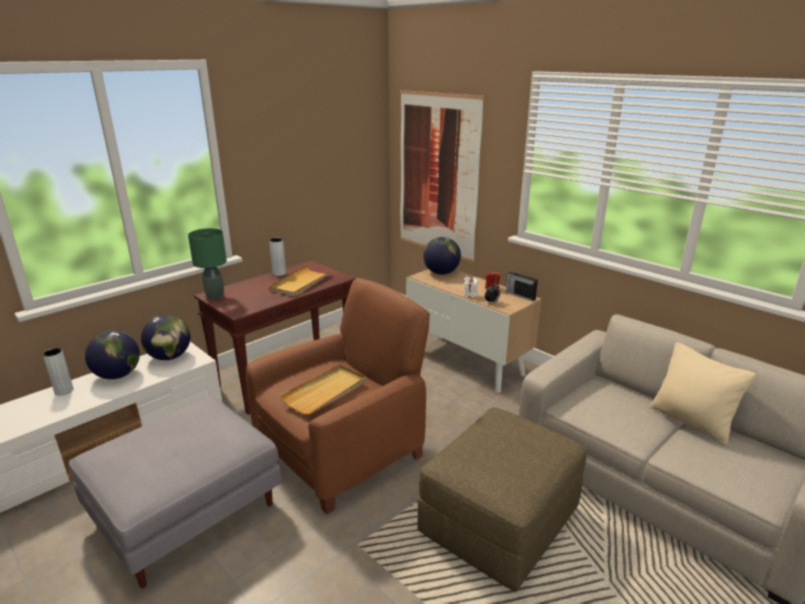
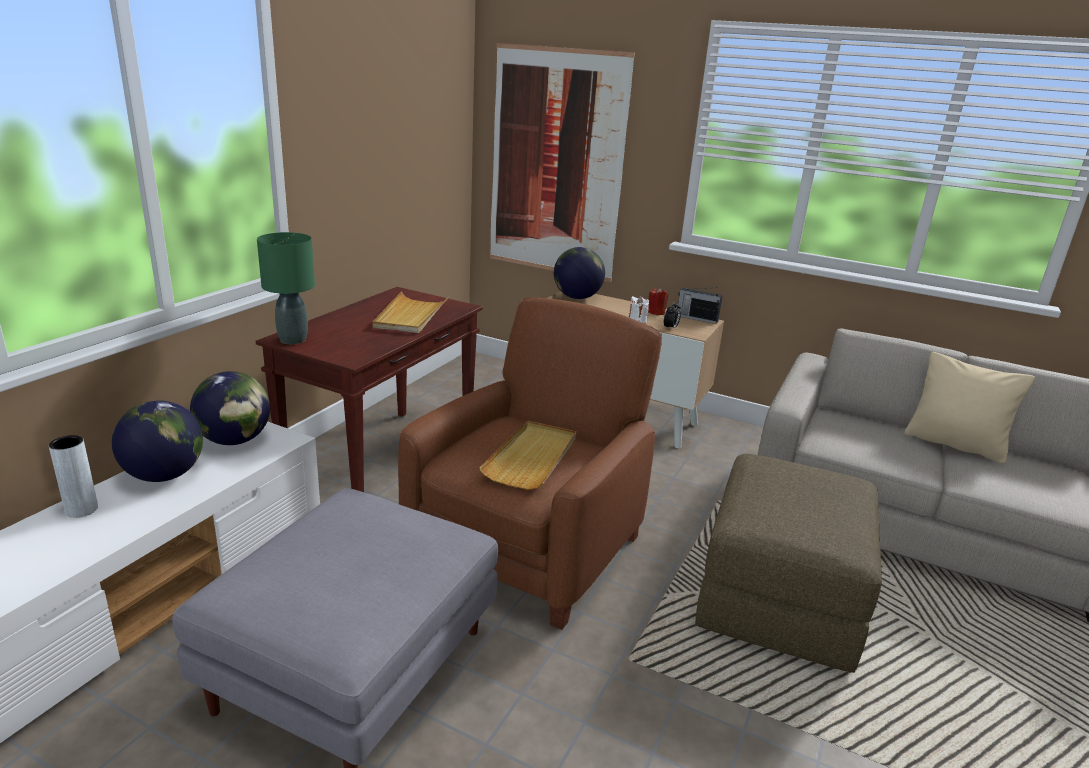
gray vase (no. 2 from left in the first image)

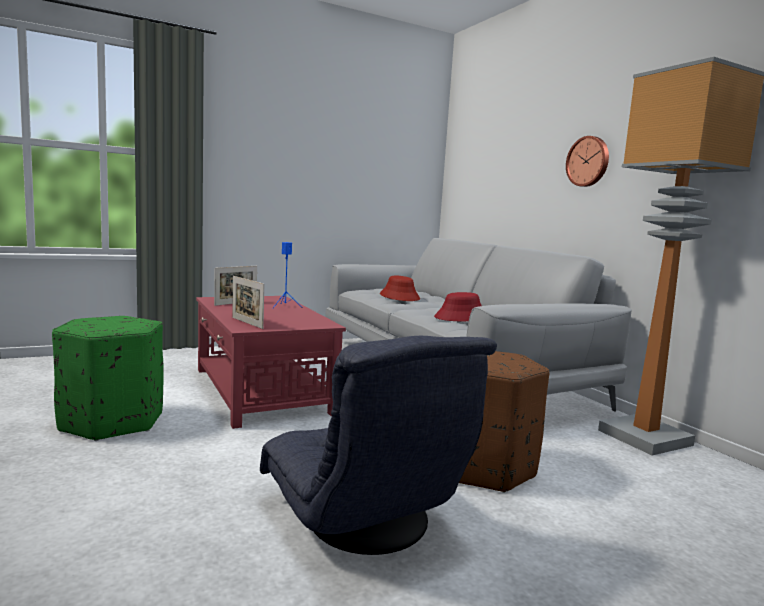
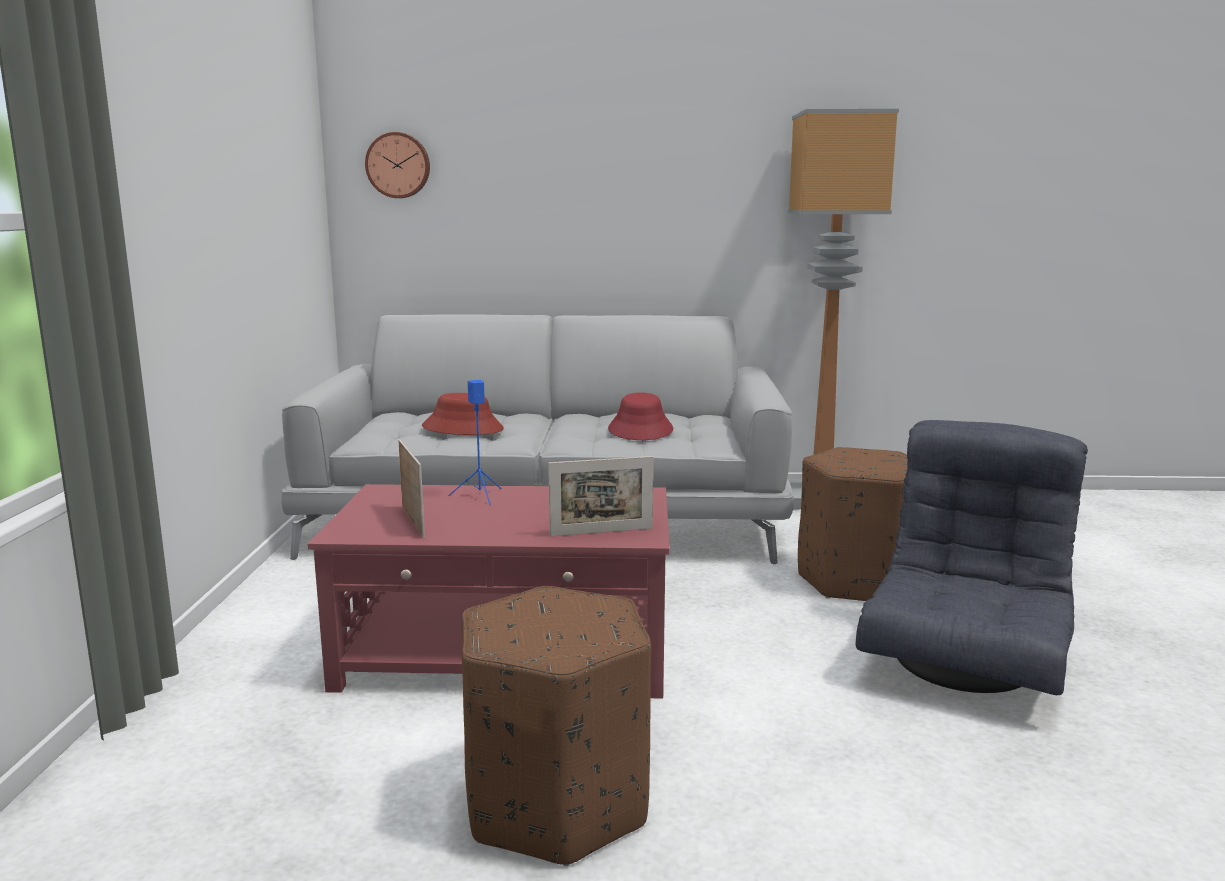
wall clock
brown footrest (no. 1 from left)
gray lounge chair

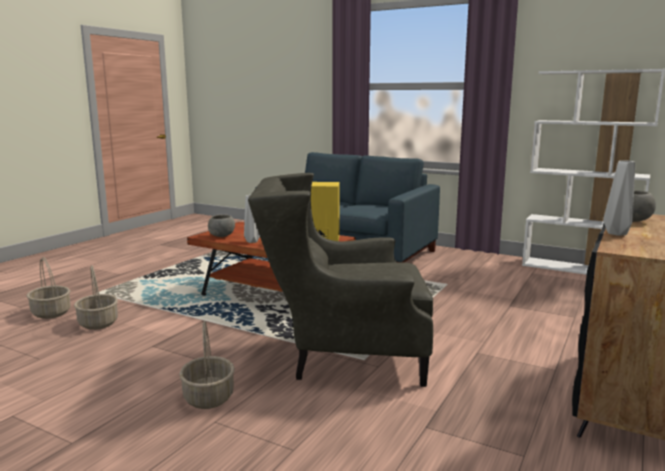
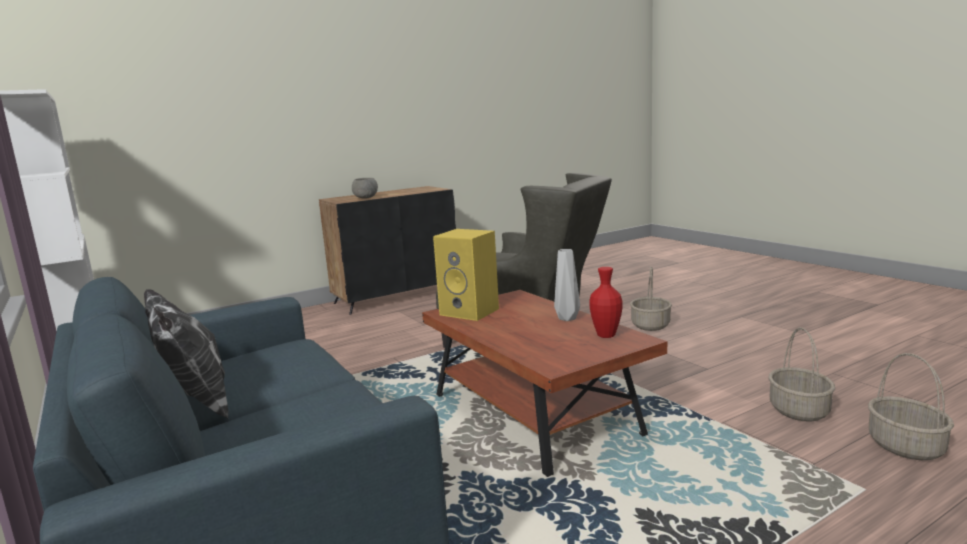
pillow
reddish vase
gray vase (no. 2 from left in the first image)

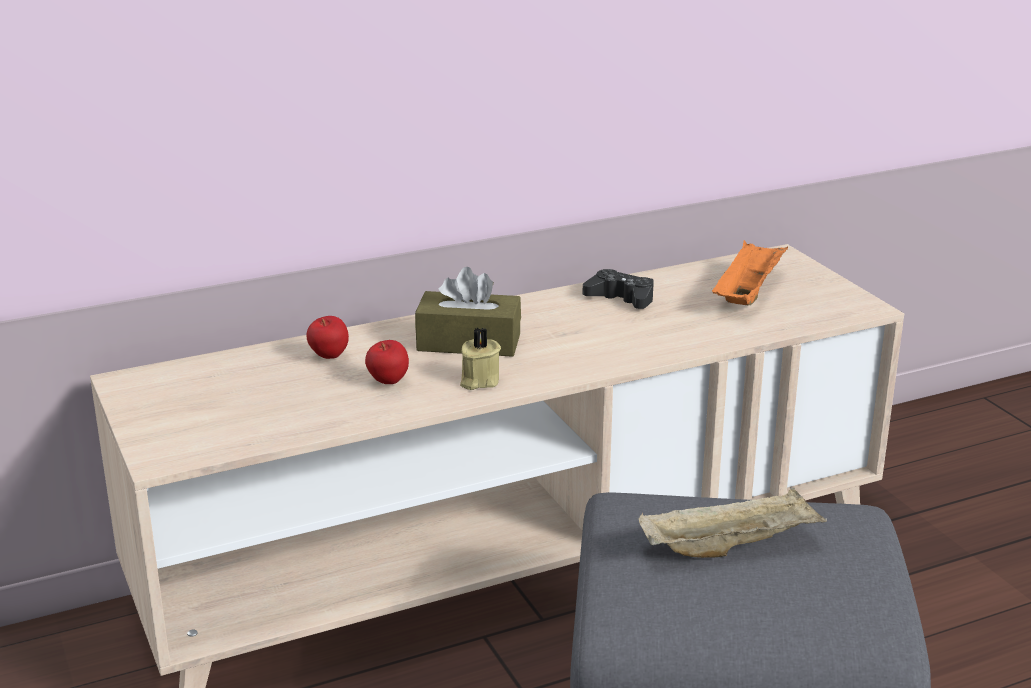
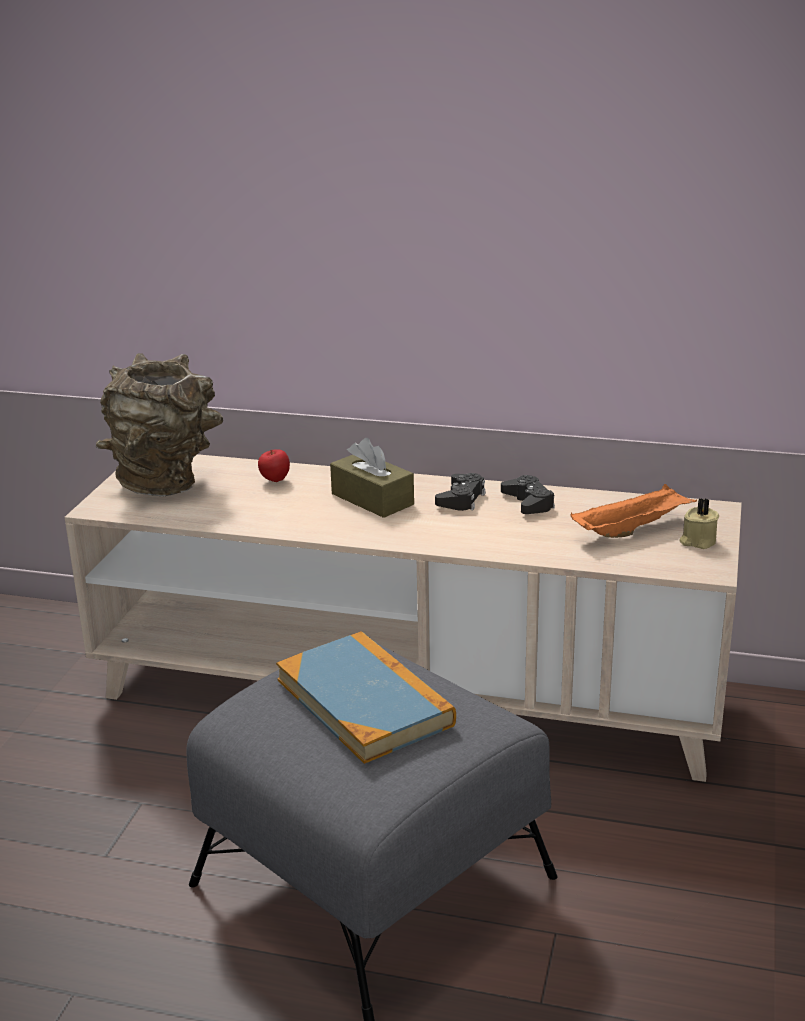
brown vase
bound book
blackish game controller (no. 1 from left)
beige candle
apple fruit (no. 2 from left in the first image)

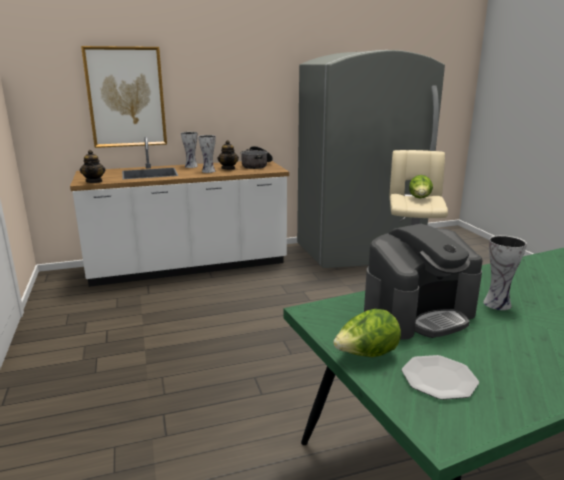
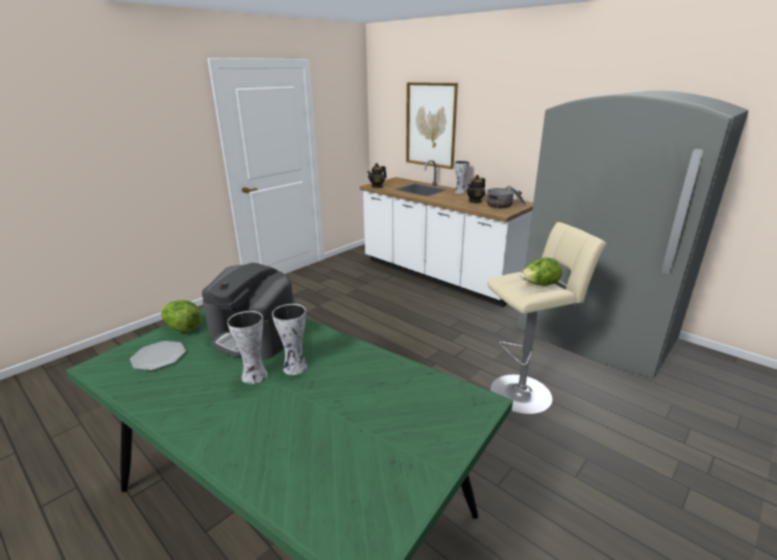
vase (no. 1 from left)

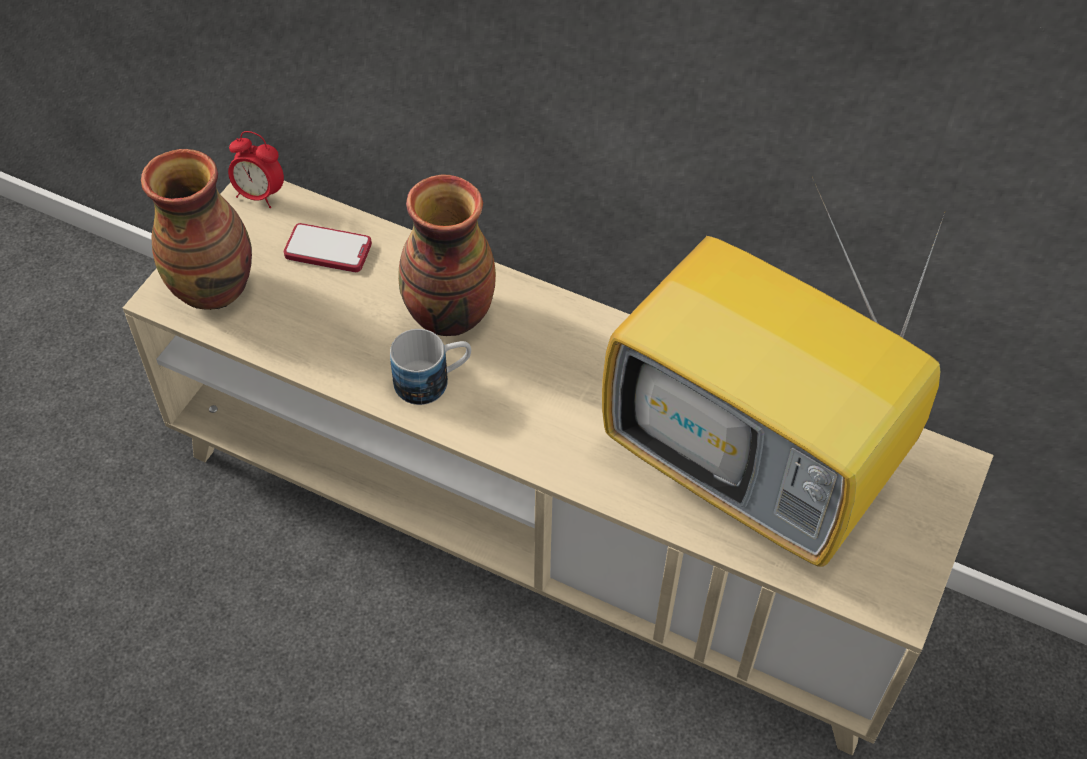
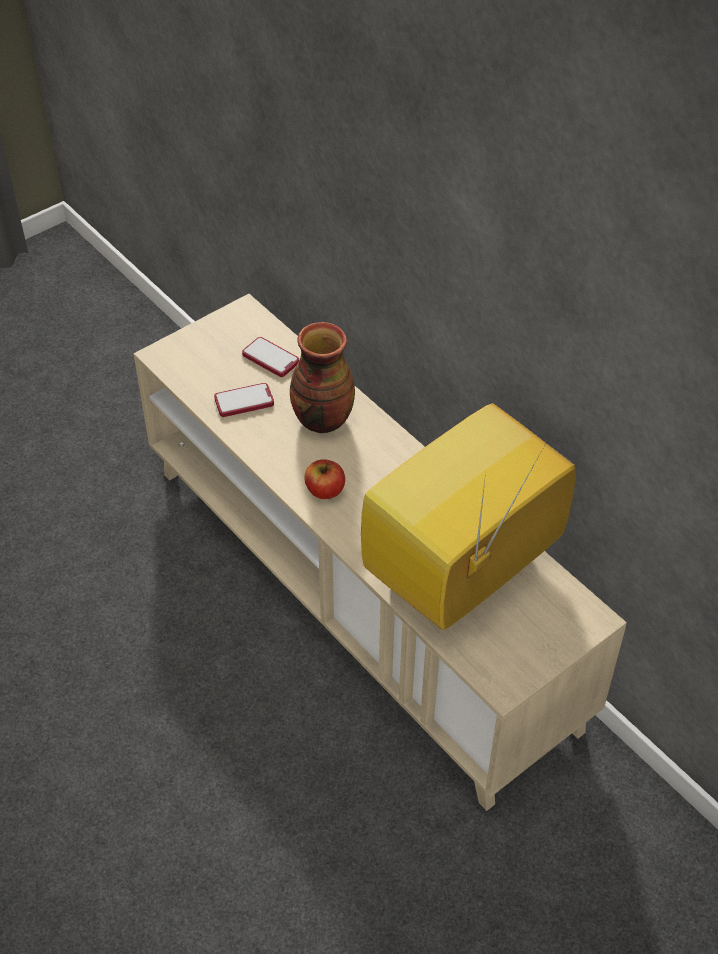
handset (no. 1 from left)
apple fruit
TV set
vase (no. 1 from left in the first image)
bedside clock
mug

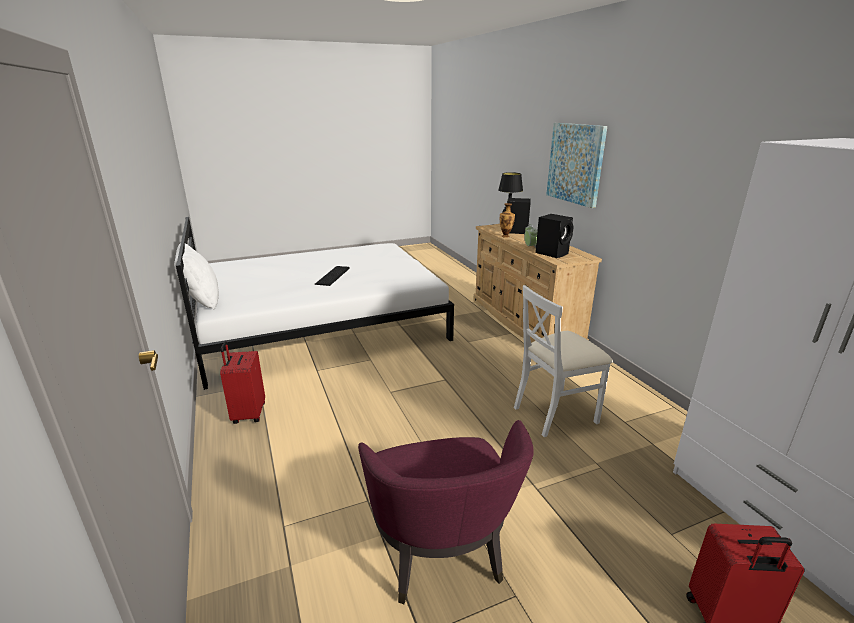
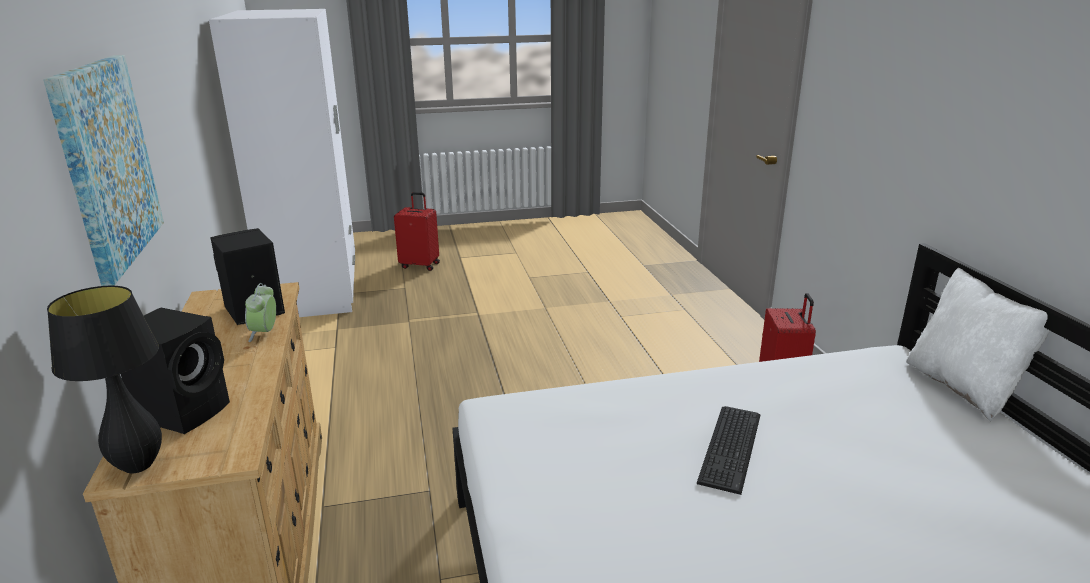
purple-coloured lounge chair
vase
white plain chair

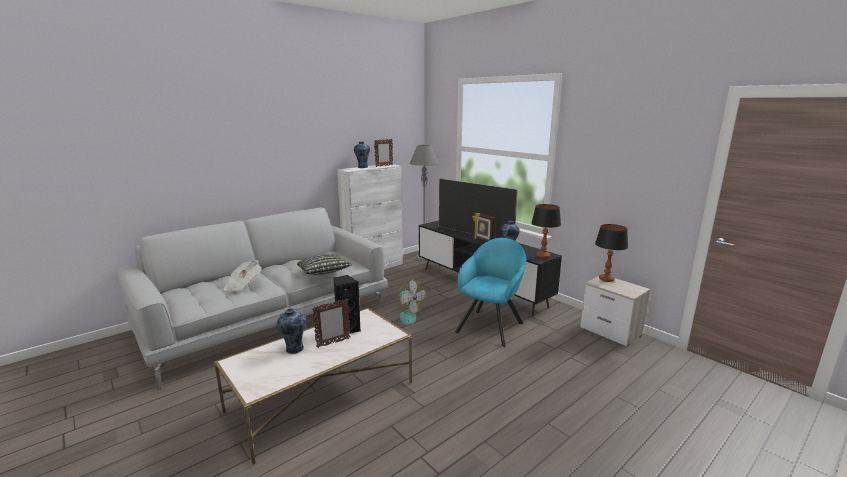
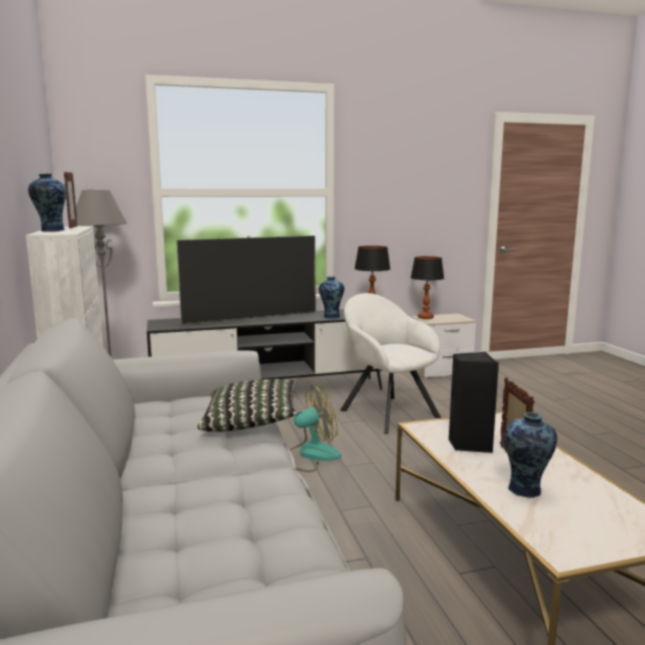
white lounge chair
printed paper
picture frame (no. 3 from left in the first image)

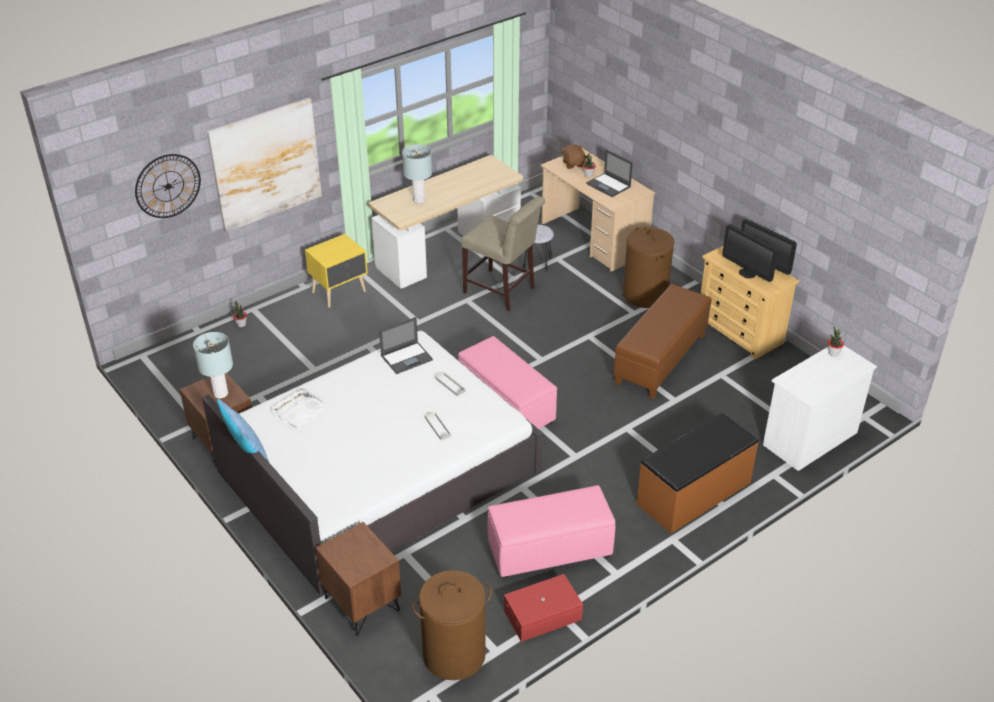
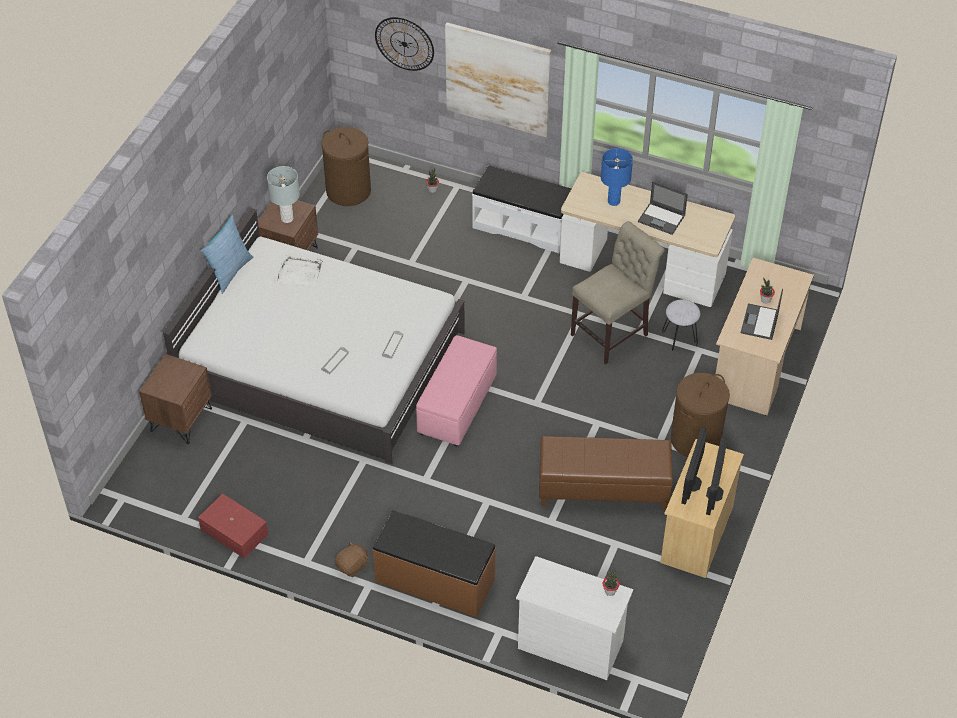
brown washing basket (no. 1 from left)
brown cuddly toy
white indoor bench
beige plain chair
blue tabletop lamp
notebook computer (no. 1 from left)
pinkish footrest (no. 2 from left in the first image)

